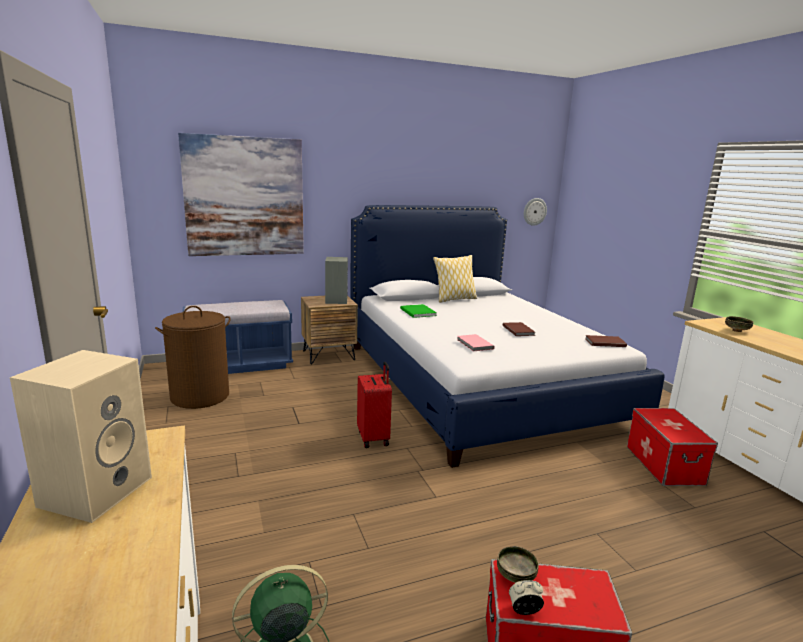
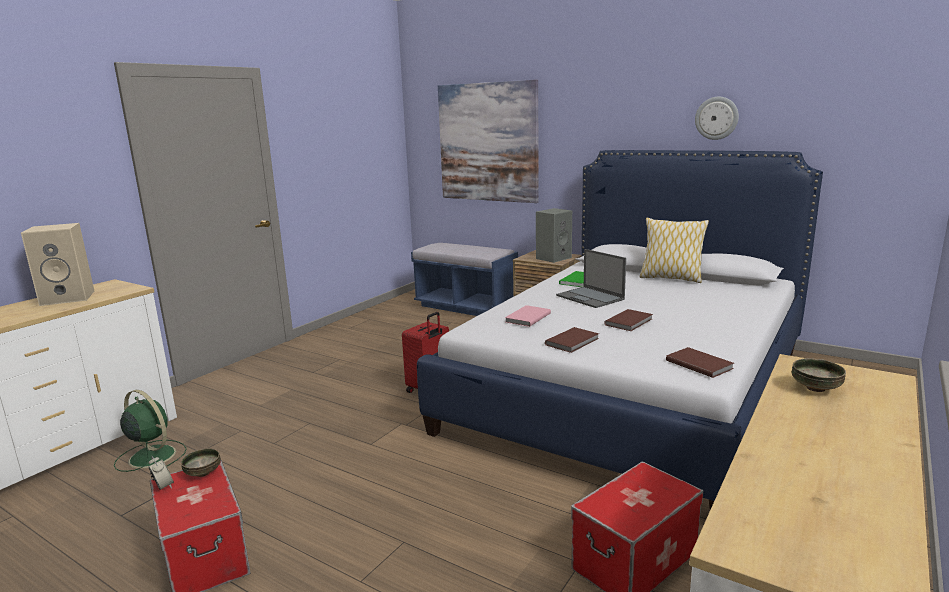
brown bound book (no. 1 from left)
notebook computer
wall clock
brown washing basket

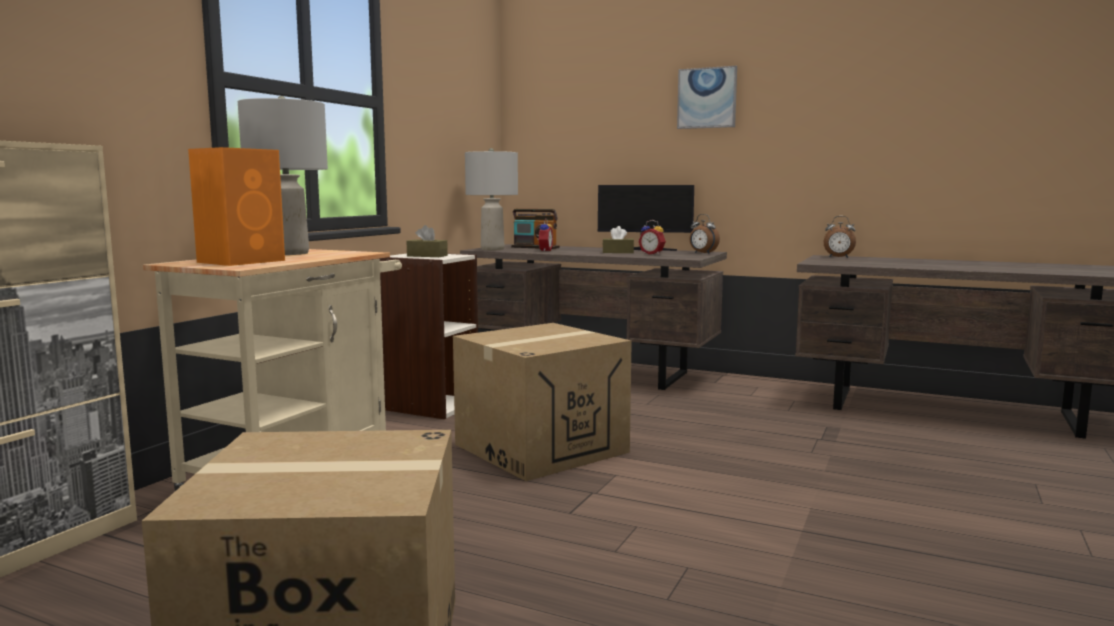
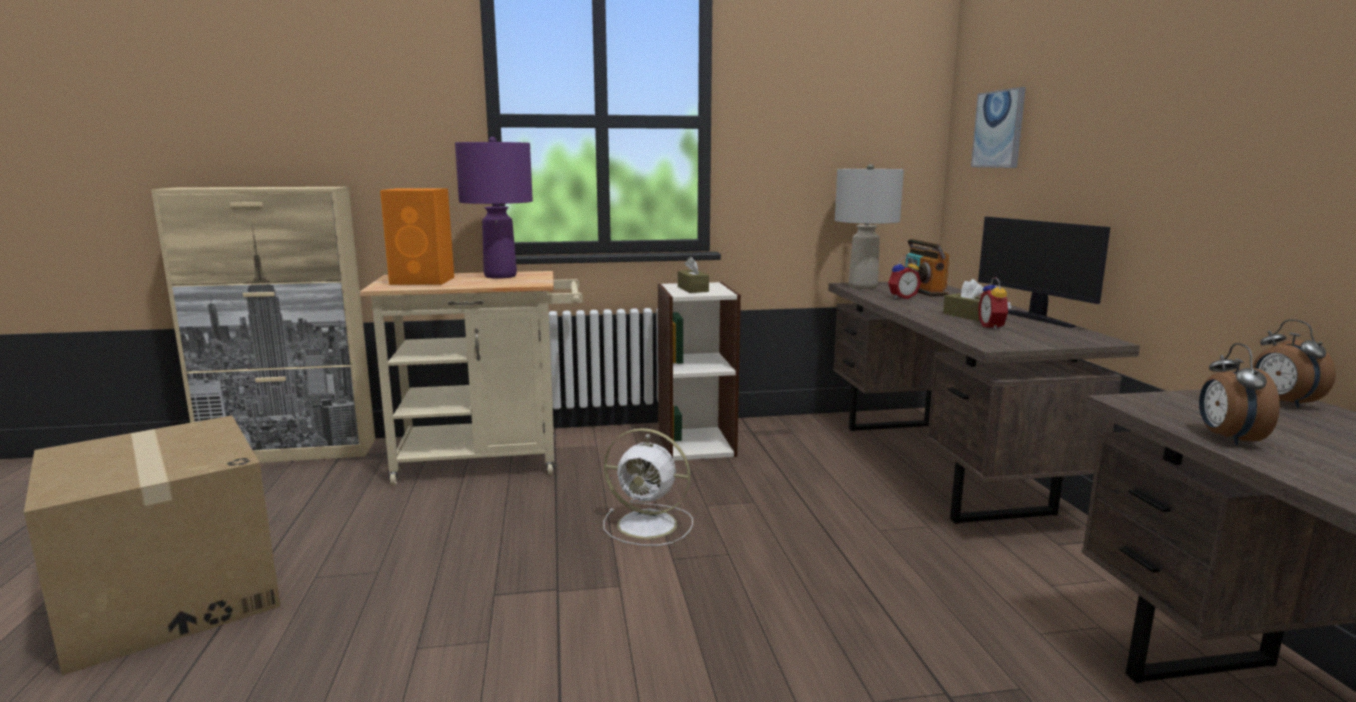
purple-coloured tabletop lamp
white fan
wall picture
bedside clock (no. 3 from left)

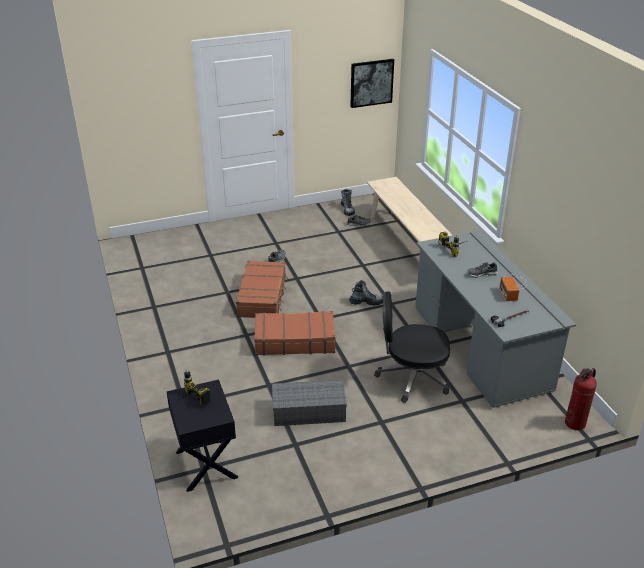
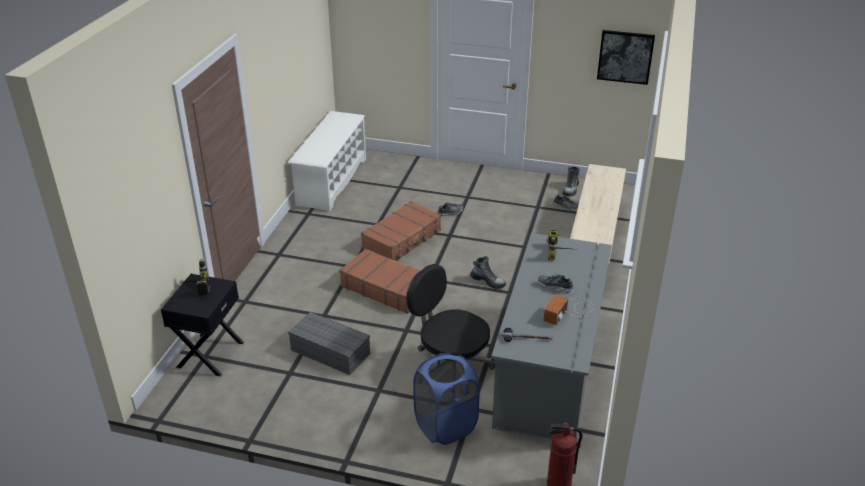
white shoe shelf
blue washing basket

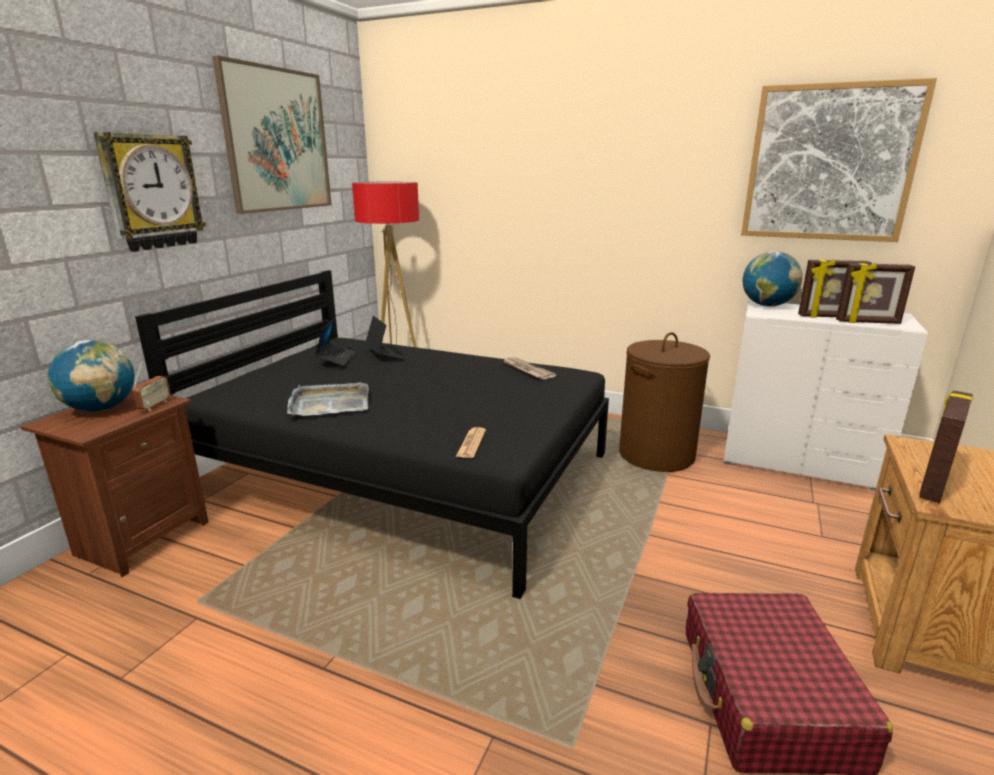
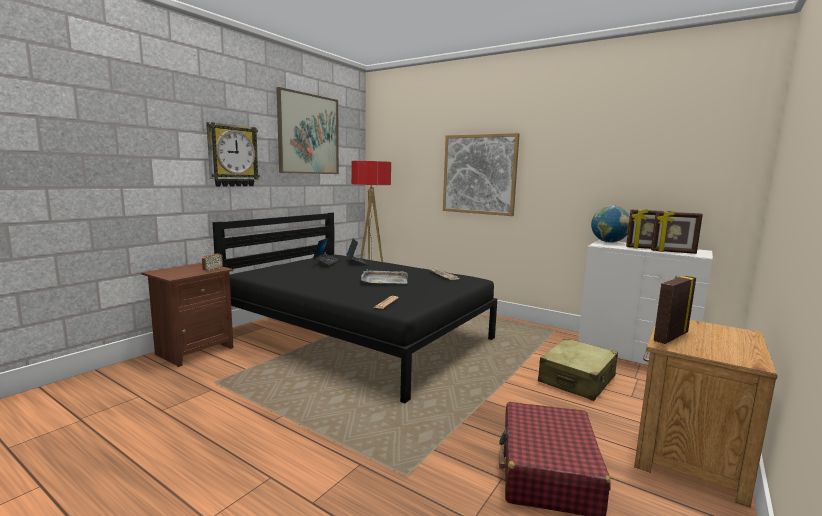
gray serving tray
wall picture (no. 2 from left)
beige travel case
globe (no. 1 from left in the first image)
brown washing basket

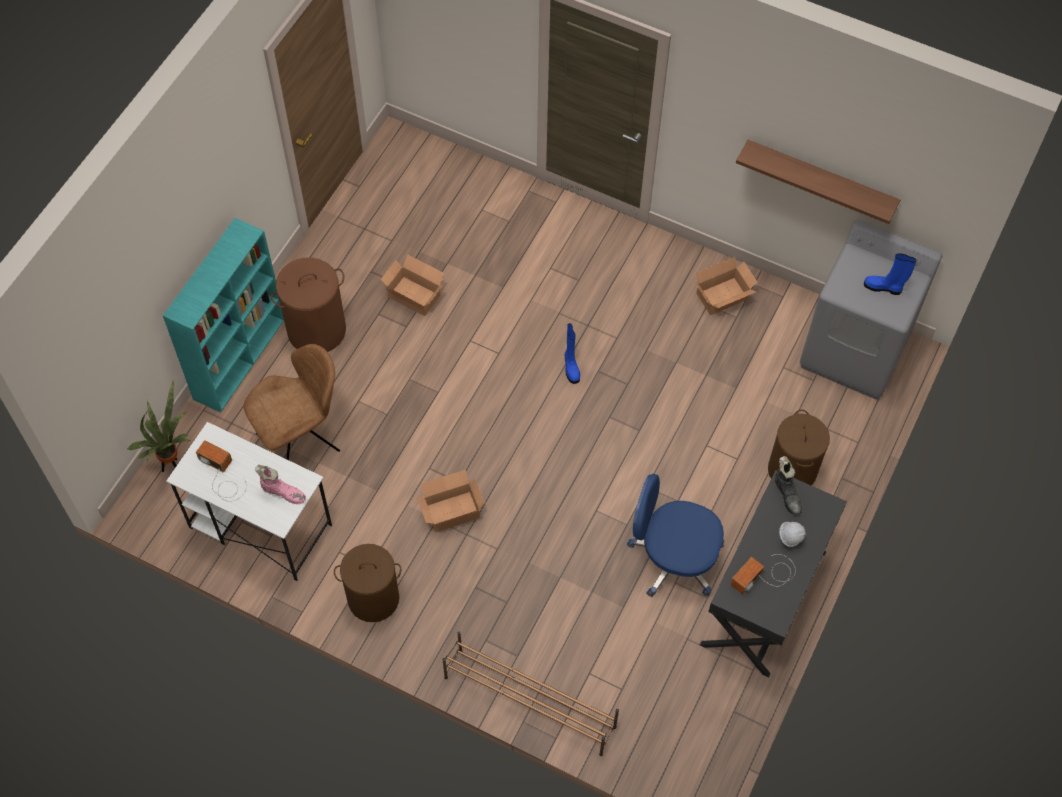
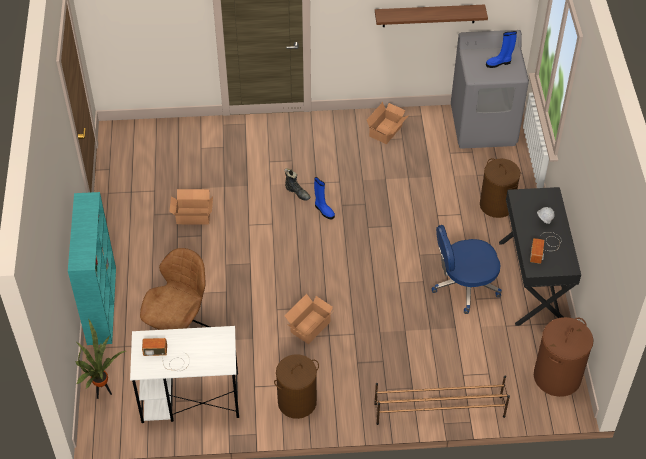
blackish boot
brown washing basket (no. 3 from left)
pinkish boot

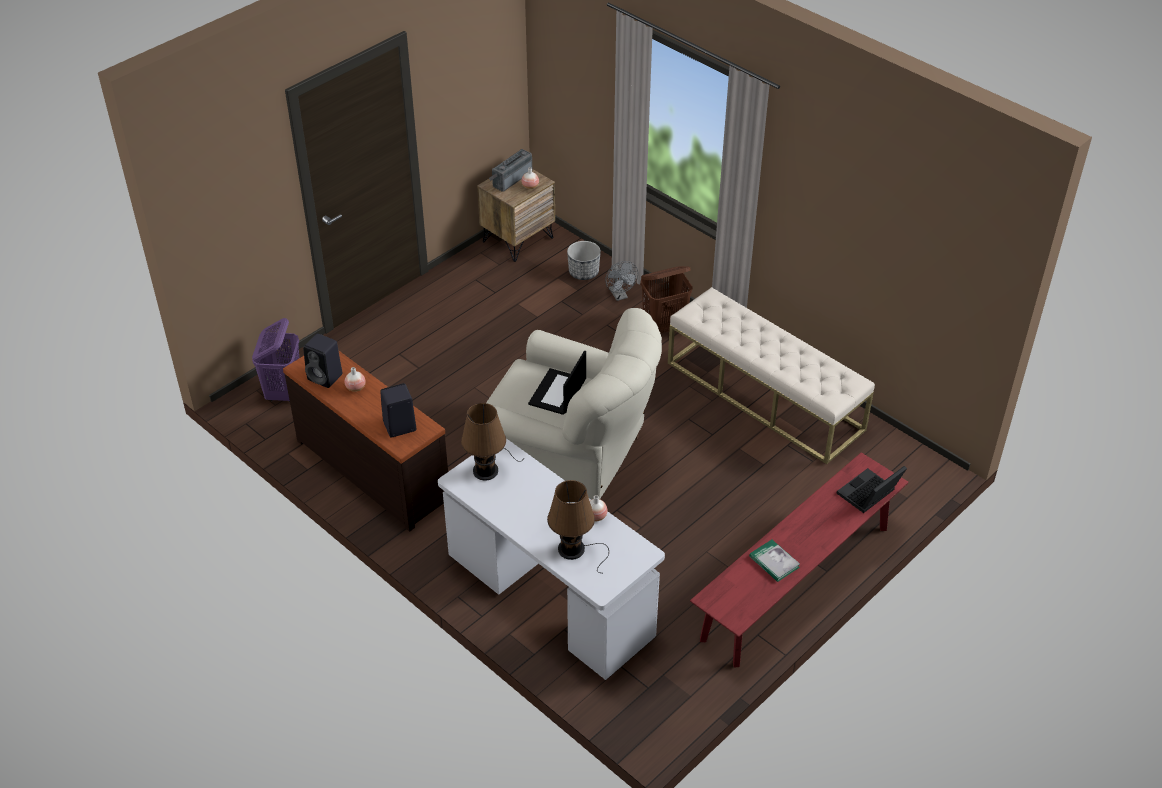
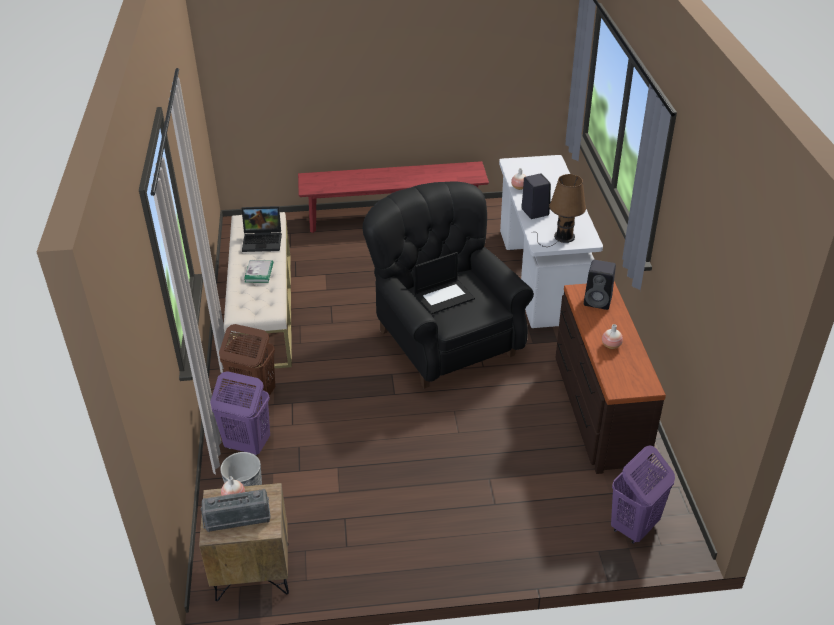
purple-coloured washing basket (no. 1 from left)
notebook computer (no. 1 from left)
bound book
blackish lounge chair
blackish speaker (no. 1 from left)
brown tabletop lamp (no. 2 from left in the first image)

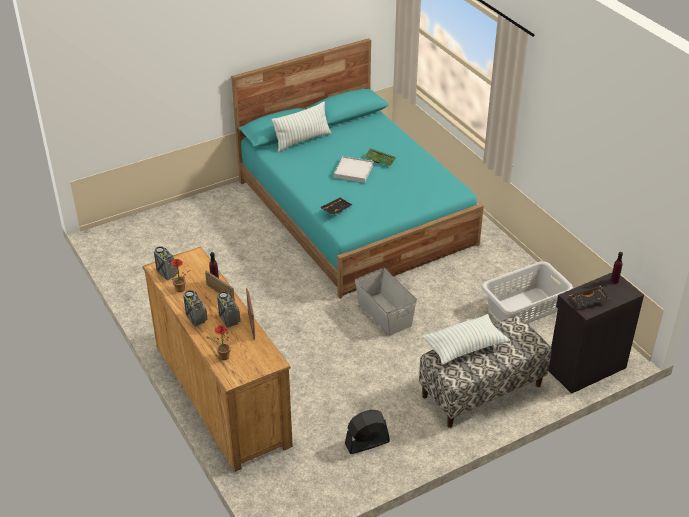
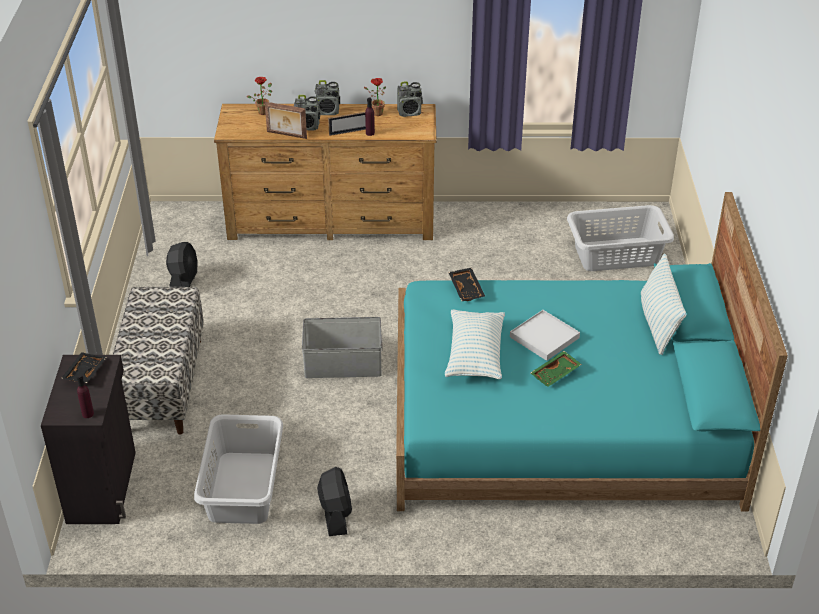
blackish fan (no. 2 from left)
pillow (no. 1 from left)
gray washing basket (no. 2 from left)

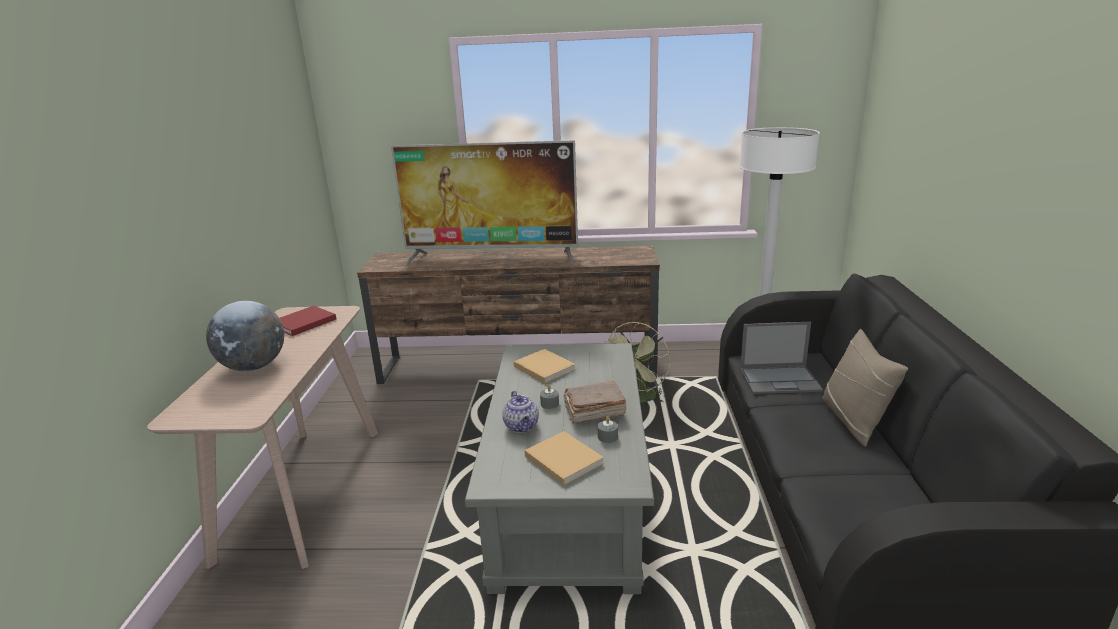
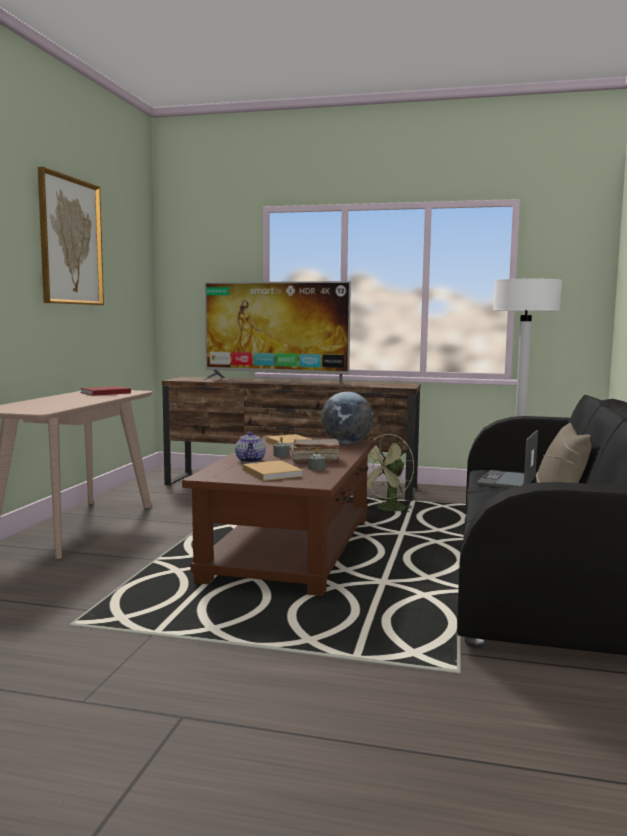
wall picture
brown coffee table
globe
notebook computer

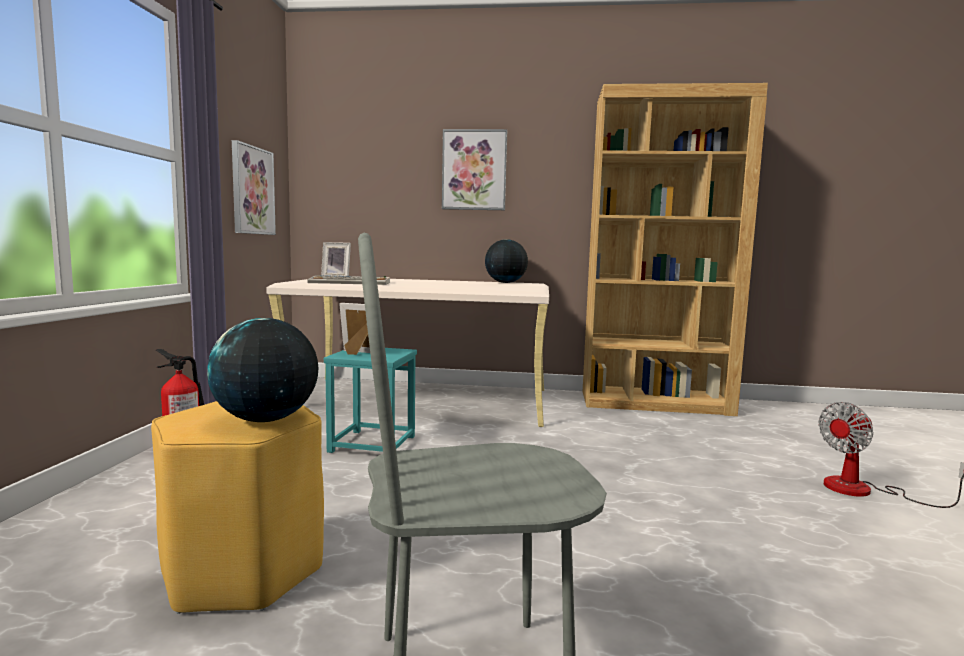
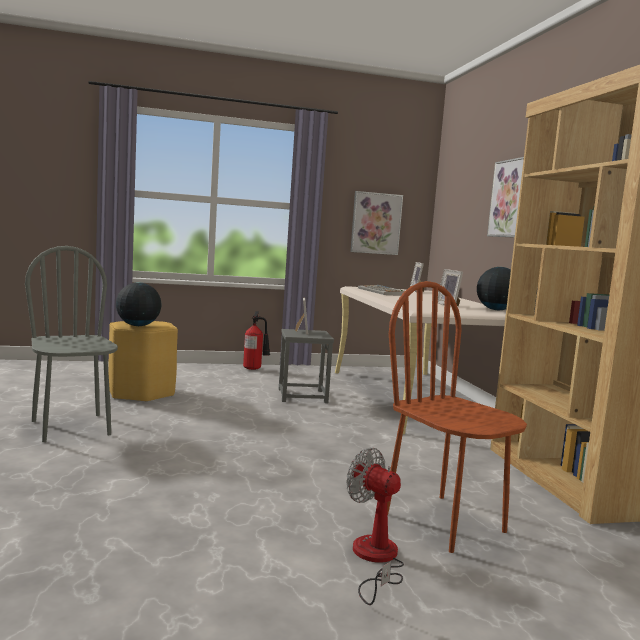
gray stool seat
brown plain chair
picture frame (no. 3 from left)

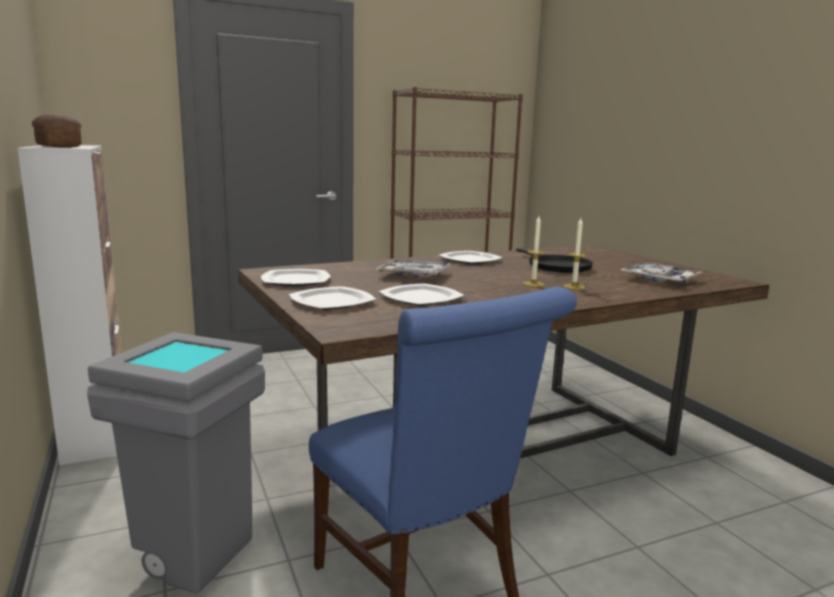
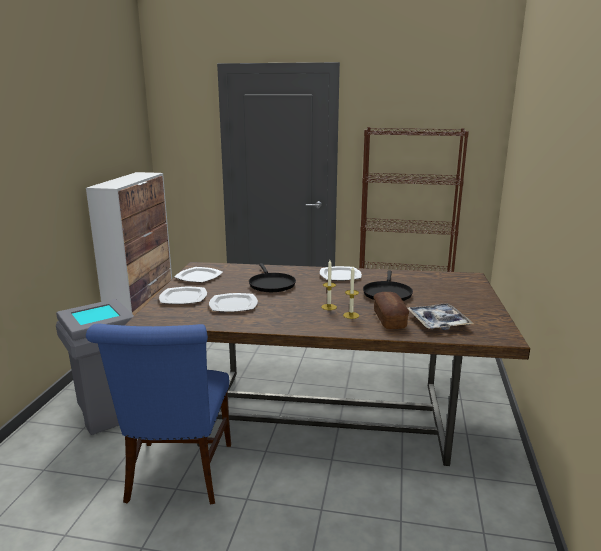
blackish frying pan (no. 1 from left)
bread

